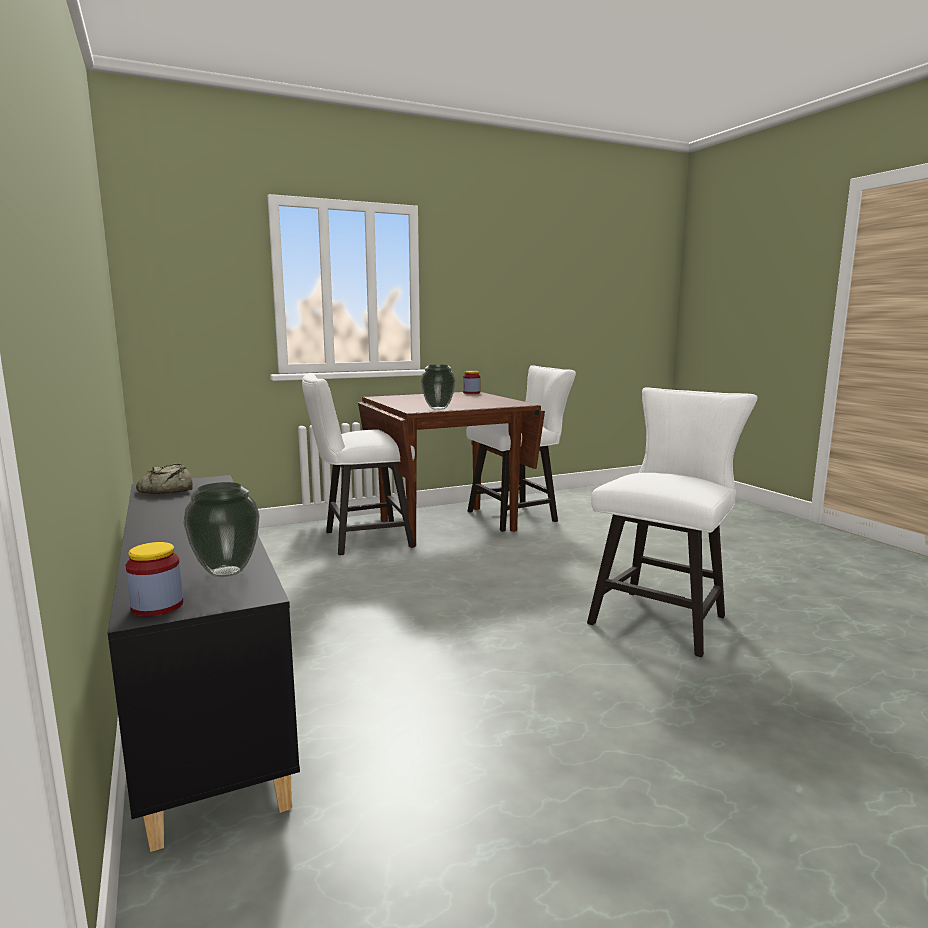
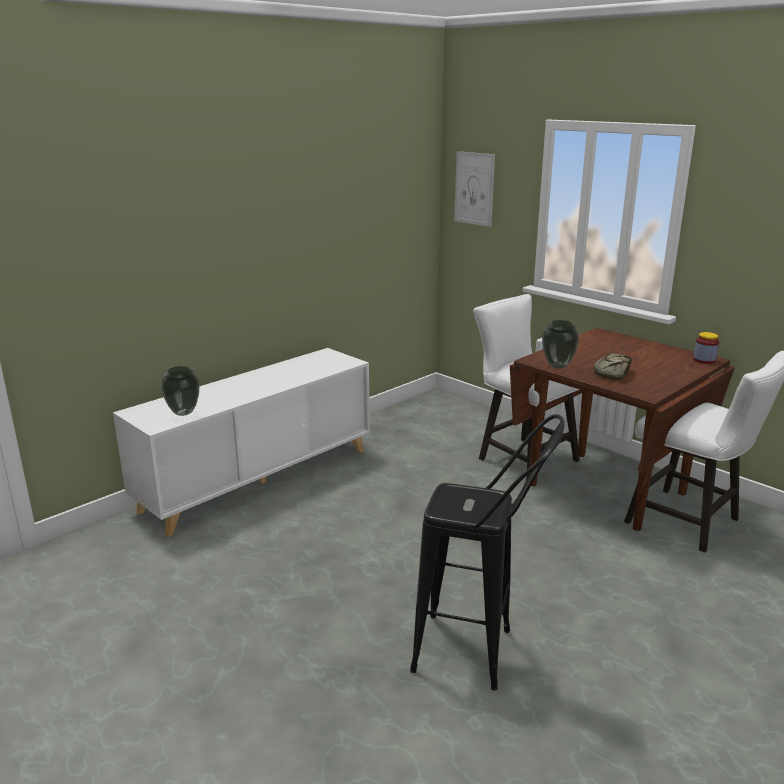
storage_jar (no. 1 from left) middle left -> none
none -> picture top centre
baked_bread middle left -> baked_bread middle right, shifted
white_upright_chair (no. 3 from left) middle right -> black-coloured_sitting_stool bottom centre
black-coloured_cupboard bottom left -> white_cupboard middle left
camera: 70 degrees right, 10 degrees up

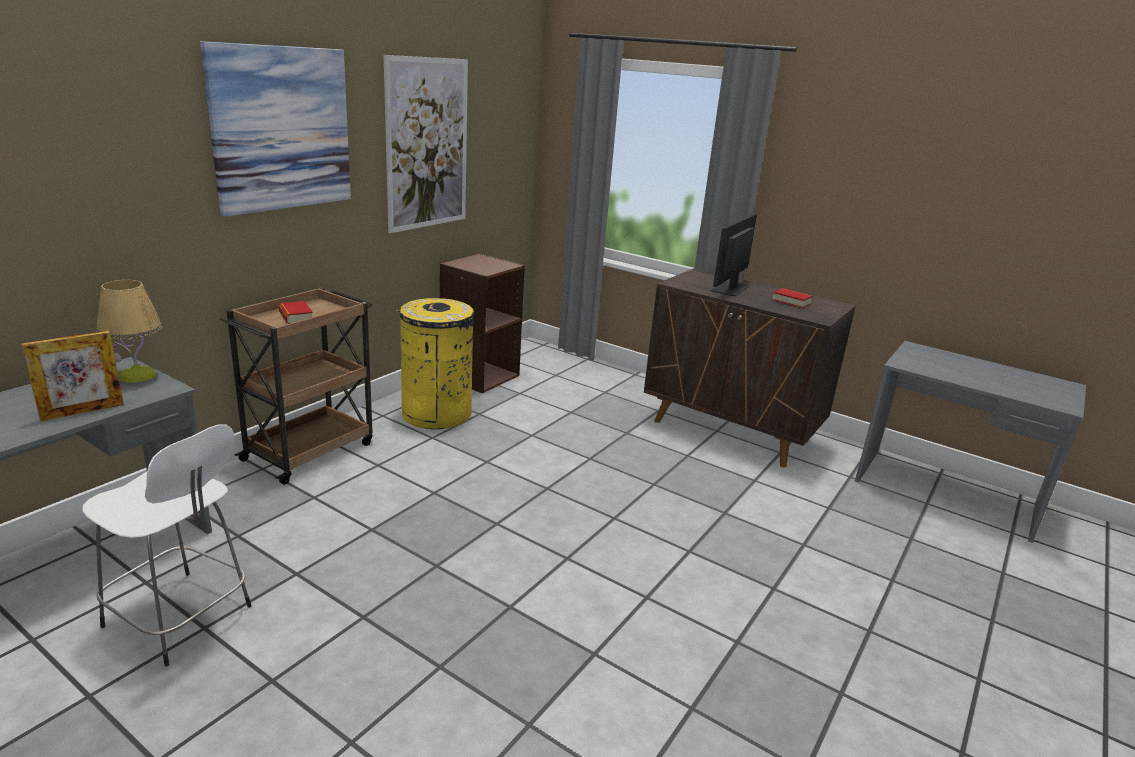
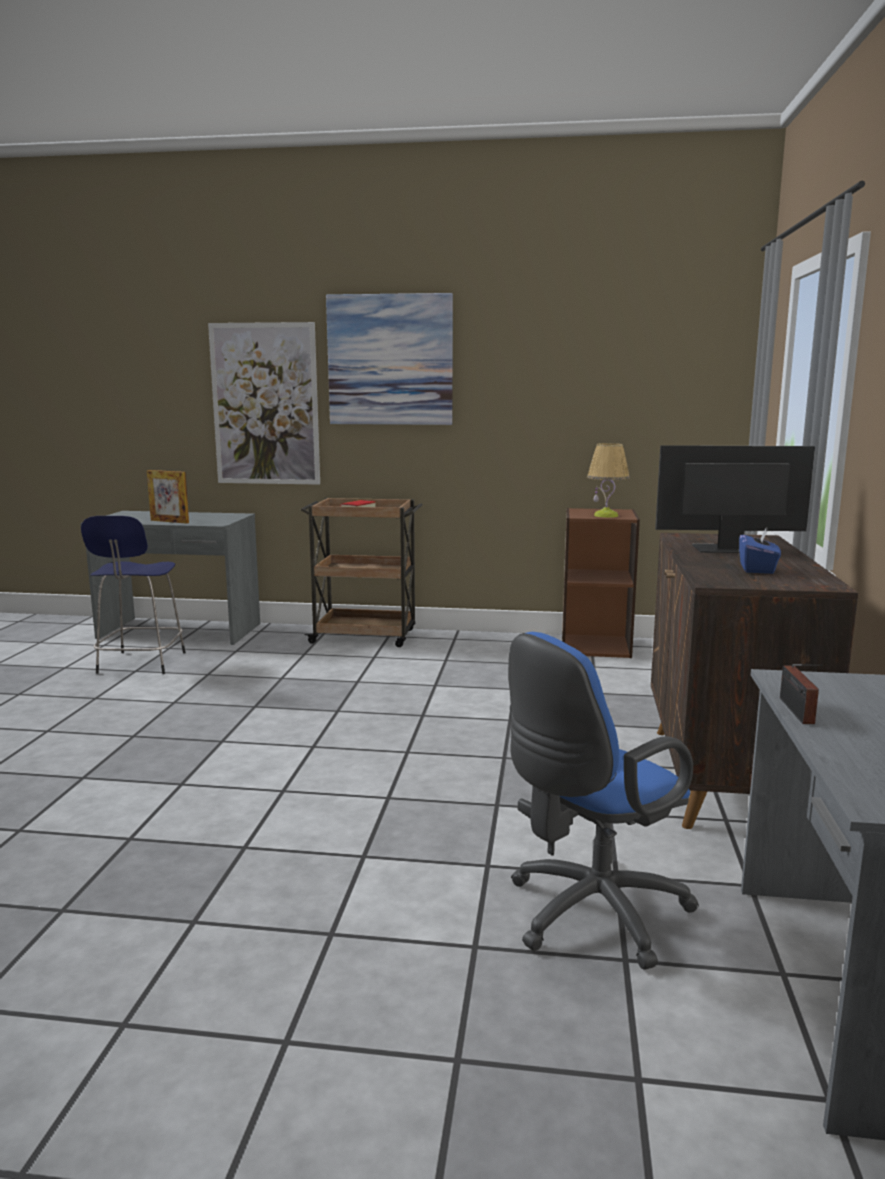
yellow_trash_can centre -> none
none -> bluish_office_chair bottom right
none -> radio_receiver middle right
tabletop_lamp middle left -> tabletop_lamp middle right, shifted
picture (no. 2 from left in the first image) top centre -> picture (no. 1 from left) middle left, shifted
book (no. 2 from left) middle right -> bluish_tissue_holder middle right
white_sitting_stool bottom left -> bluish_sitting_stool middle left
camera: 65 degrees right, 10 degrees down

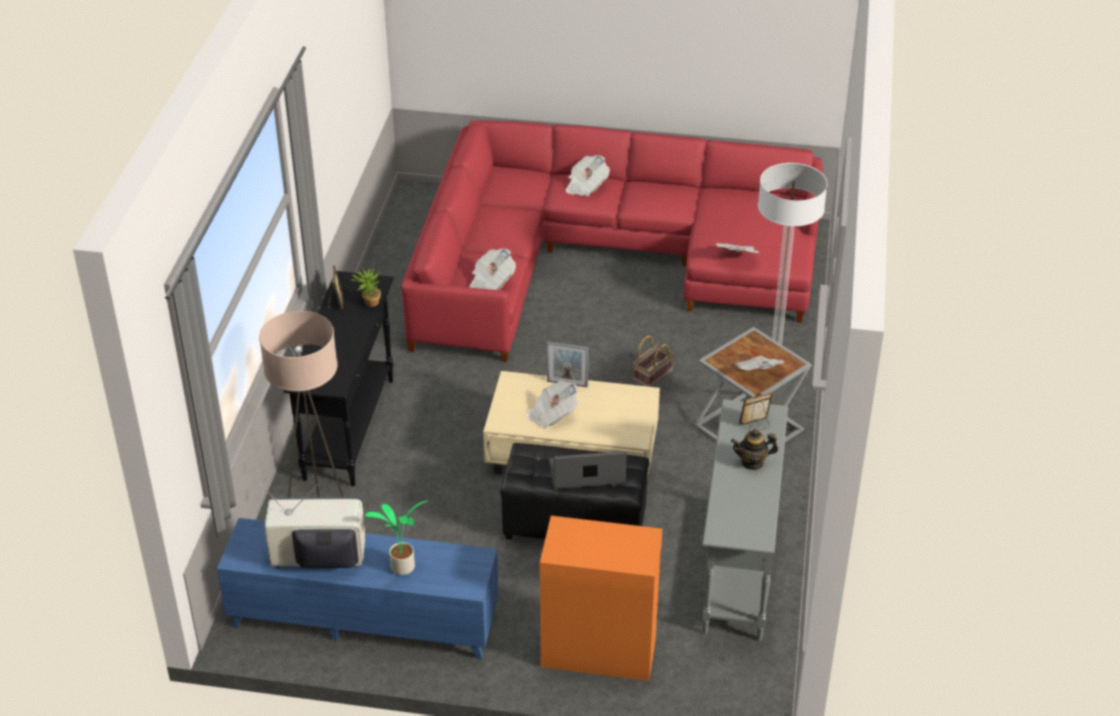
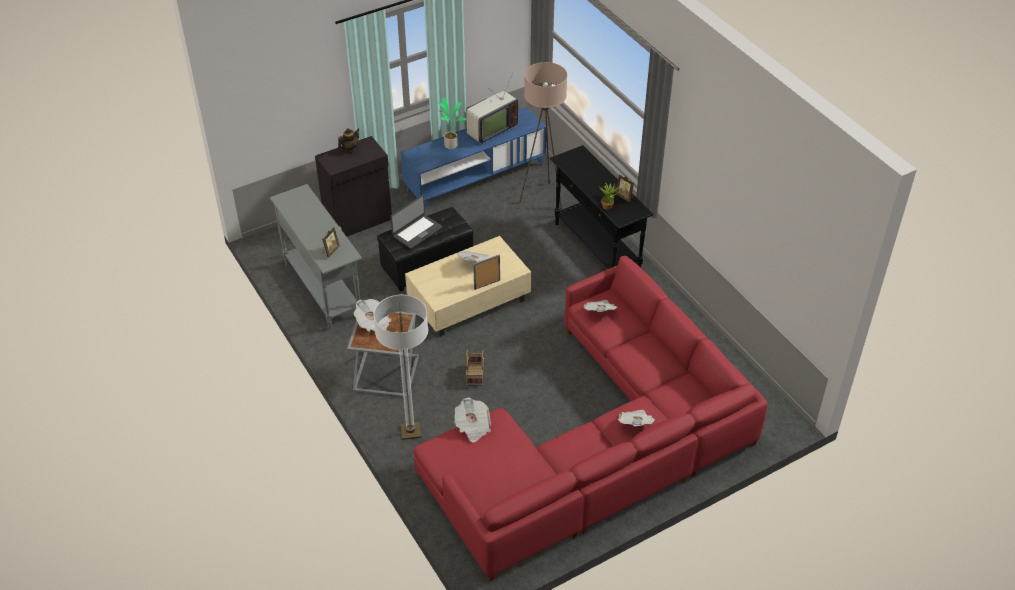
tea_pot middle right -> tea_pot top centre, shifted
orange_cupboard bottom centre -> black-coloured_cupboard top centre
camera: 140 degrees right, 5 degrees up

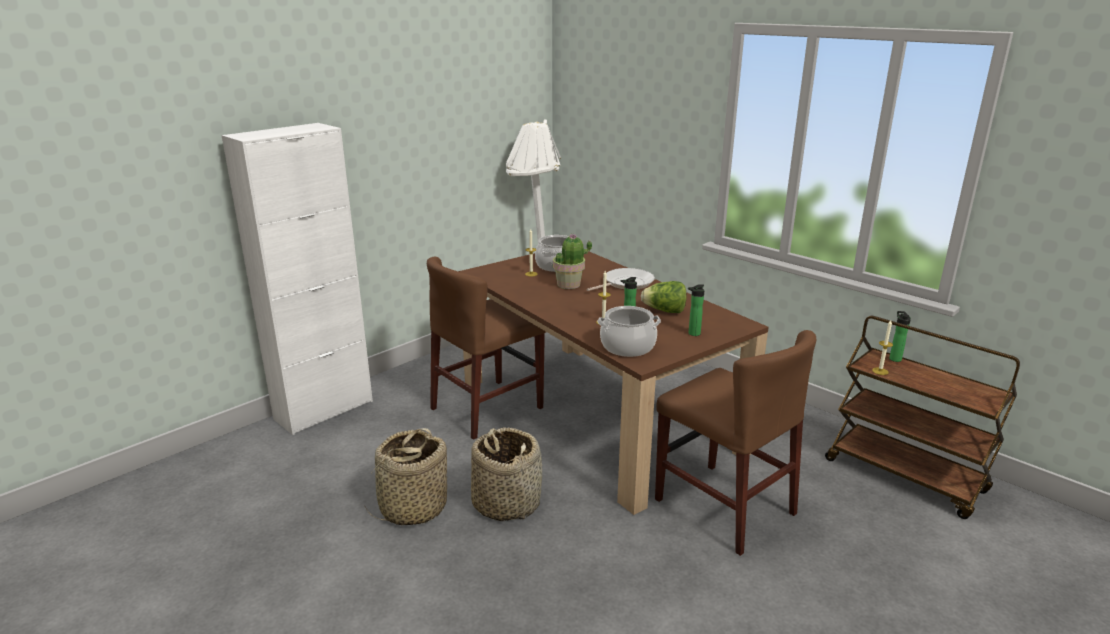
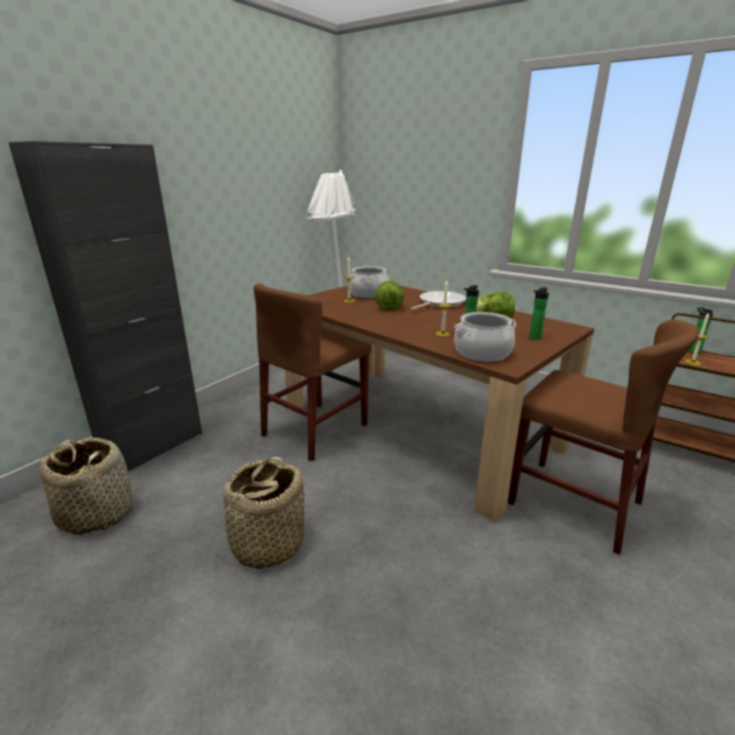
basket (no. 2 from left in the first image) bottom centre -> basket (no. 1 from left) middle left, shifted
houseplant centre -> head_of_lettuce (no. 1 from left) centre
white_cupboard middle left -> black-coloured_cupboard middle left
camera: 10 degrees left, 0 degrees up

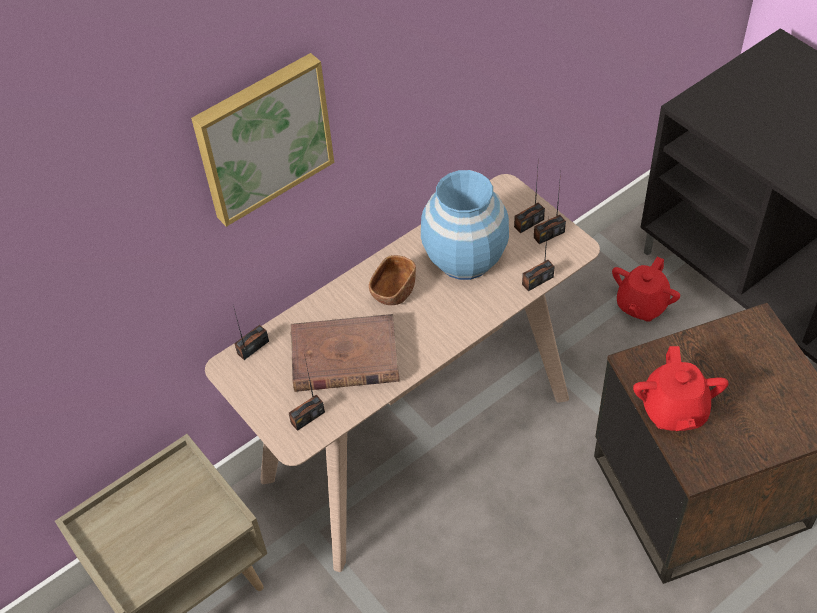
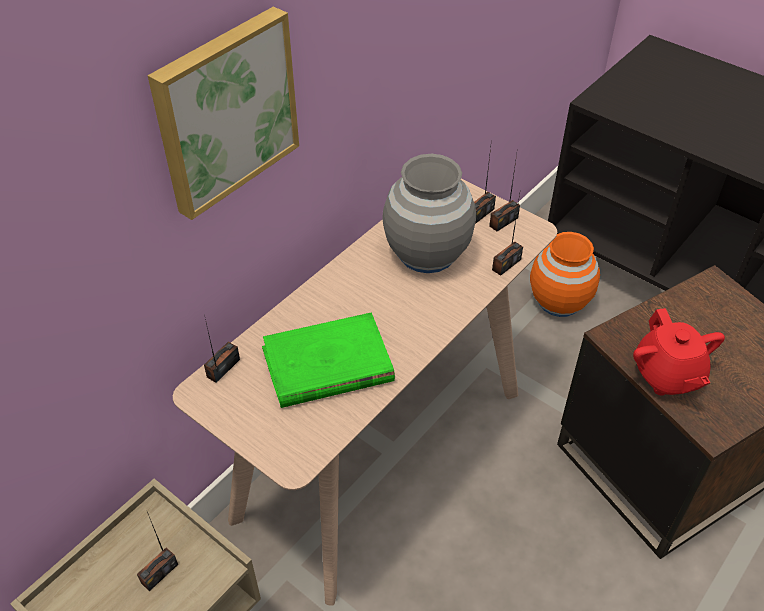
brownish_serving_bowl centre -> none
radio_receiver (no. 2 from left in the first image) centre -> radio_receiver (no. 1 from left) bottom left, shifted
reddish_tea_pot (no. 1 from left) middle right -> orange_decorative_vase middle right
brownish_book centre -> green-coloured_book centre
bluish_decorative_vase centre -> gray_decorative_vase centre
camera: 15 degrees left, 5 degrees down

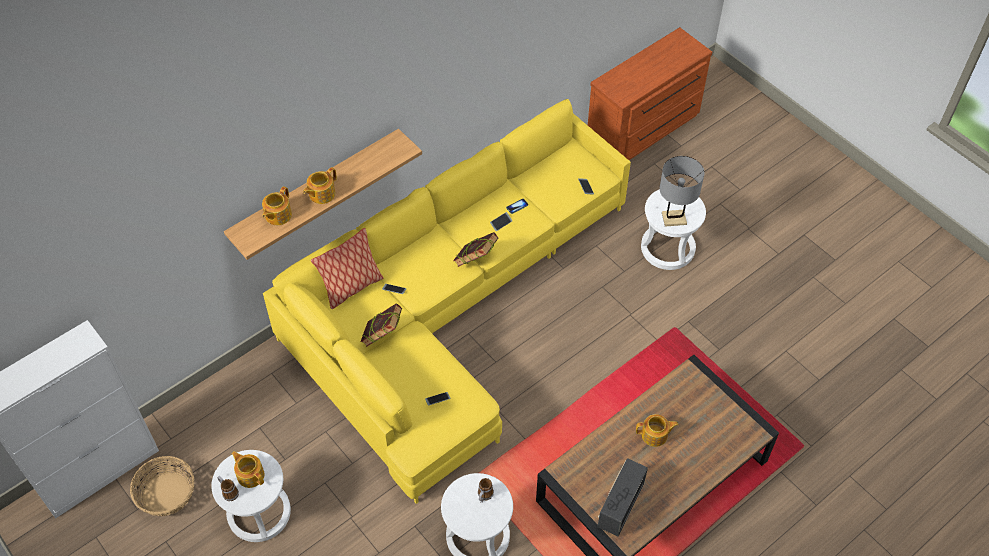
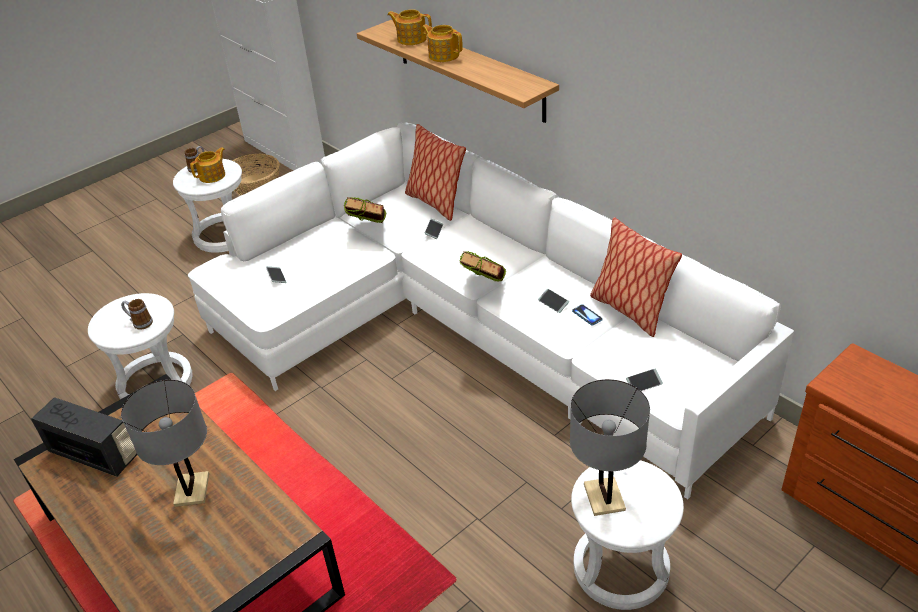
none -> pillow (no. 2 from left) middle right
tea_pot (no. 4 from left) bottom centre -> gray_tabletop_lamp (no. 1 from left) bottom left
yellow_settee centre -> white_settee centre
camera: 90 degrees right, 15 degrees down

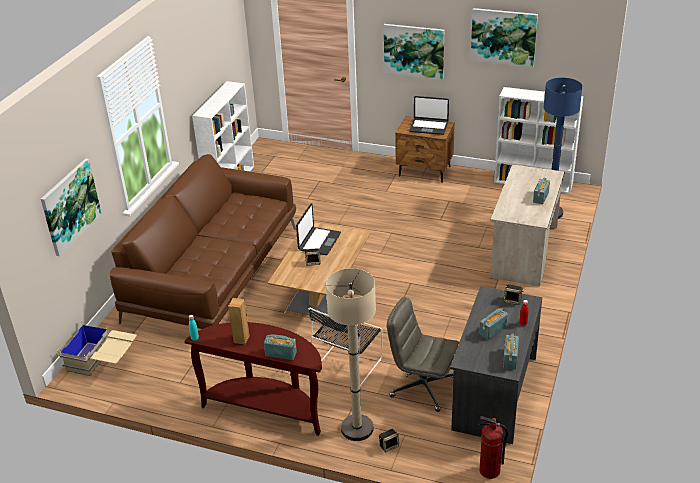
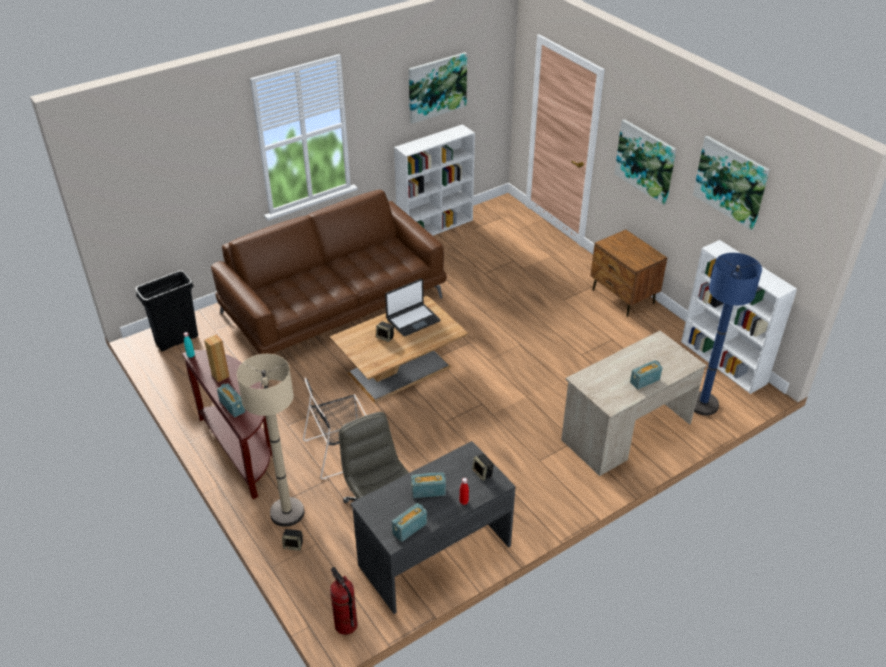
notebook_computer (no. 2 from left) top centre -> none
picture (no. 1 from left) middle left -> picture (no. 1 from left) top centre, shifted
beige-coloured_storage_box bottom left -> black-coloured_trash_can middle left
camera: 35 degrees right, 5 degrees up

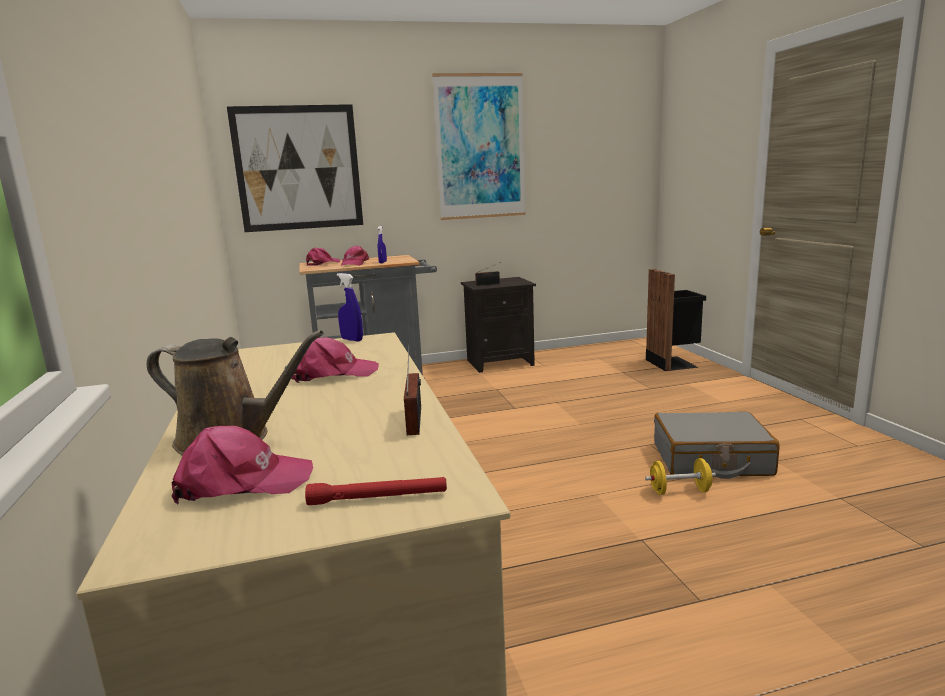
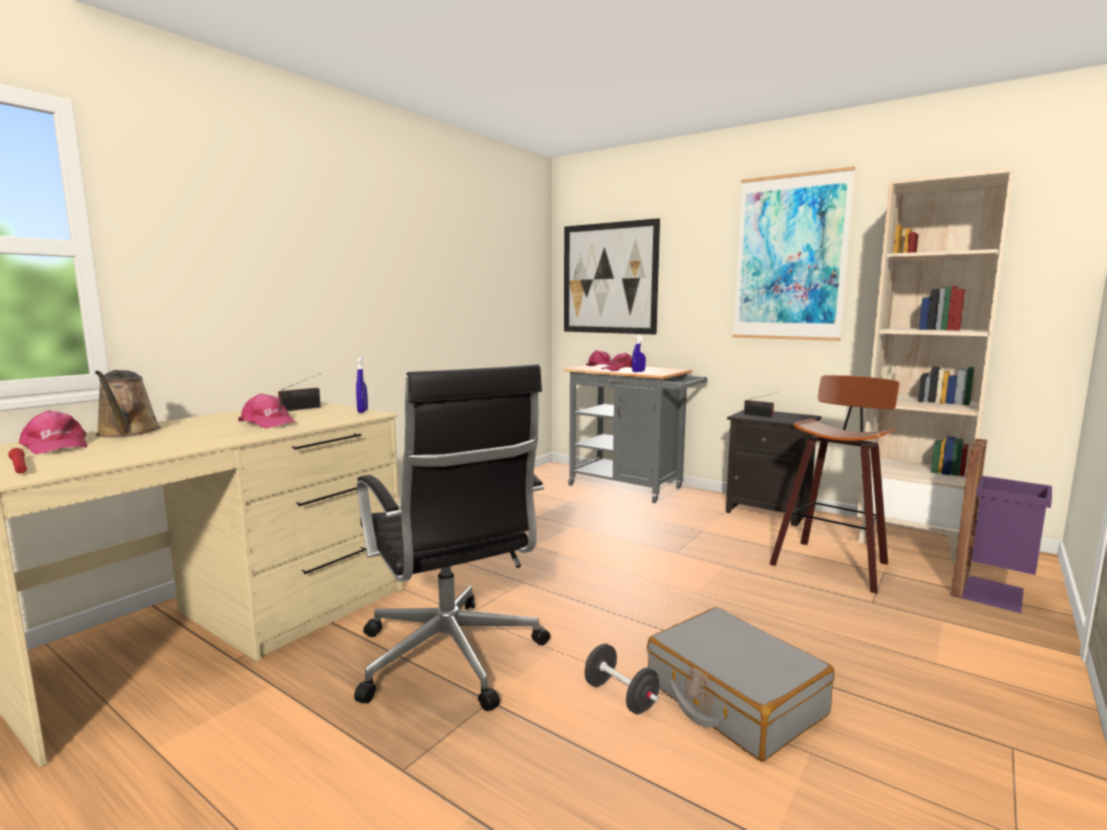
none -> black-coloured_office_chair centre
none -> sitting_stool middle right
none -> beige-coloured_bookcase middle right
radio_receiver (no. 1 from left) centre -> radio_receiver (no. 1 from left) middle left, shifted
yellow_hand_weight bottom right -> black-coloured_hand_weight bottom centre
black-coloured_trash_can middle right -> purple_trash_can middle right
camera: 50 degrees right, 5 degrees down

